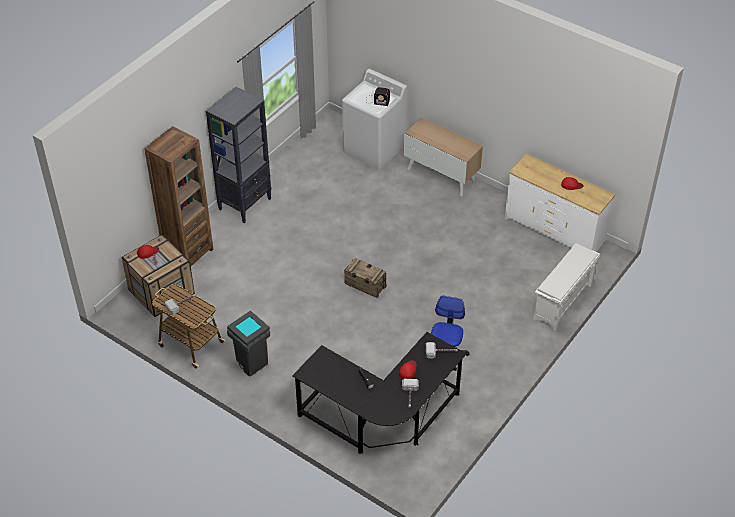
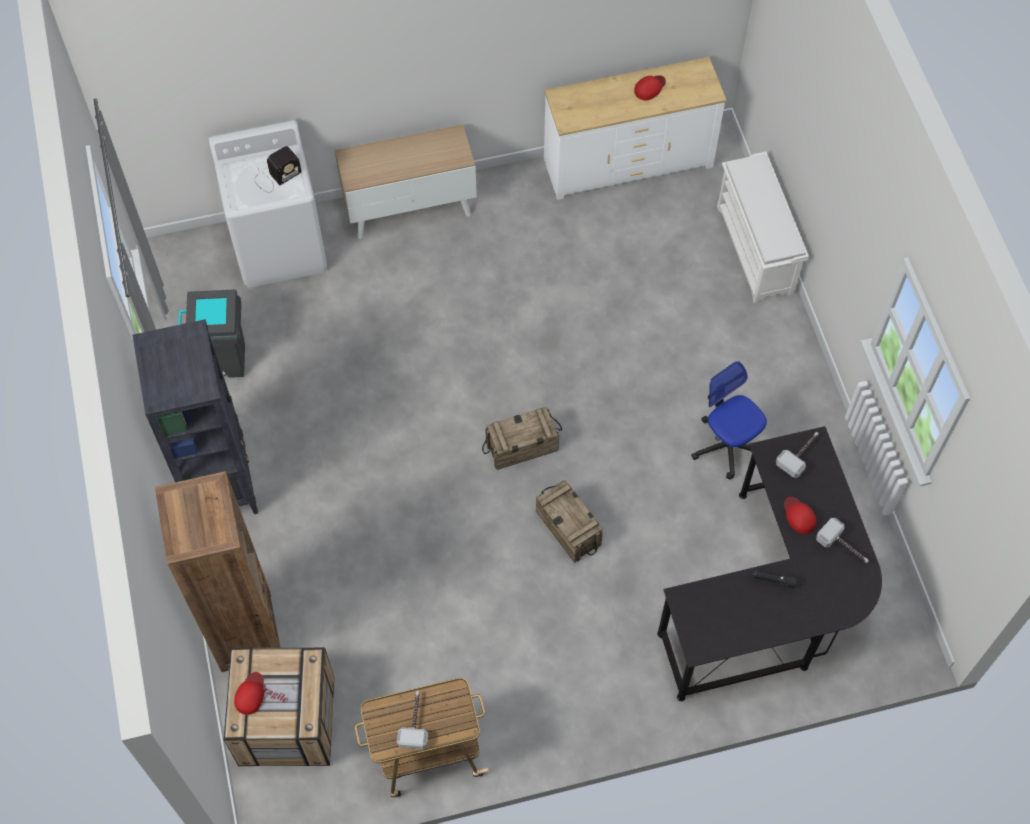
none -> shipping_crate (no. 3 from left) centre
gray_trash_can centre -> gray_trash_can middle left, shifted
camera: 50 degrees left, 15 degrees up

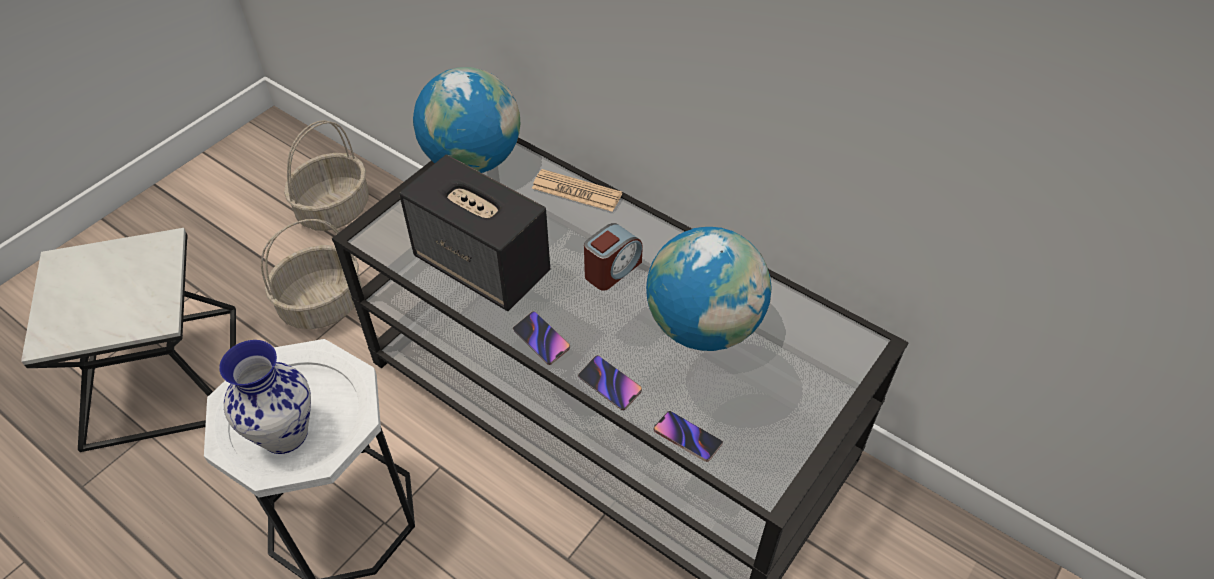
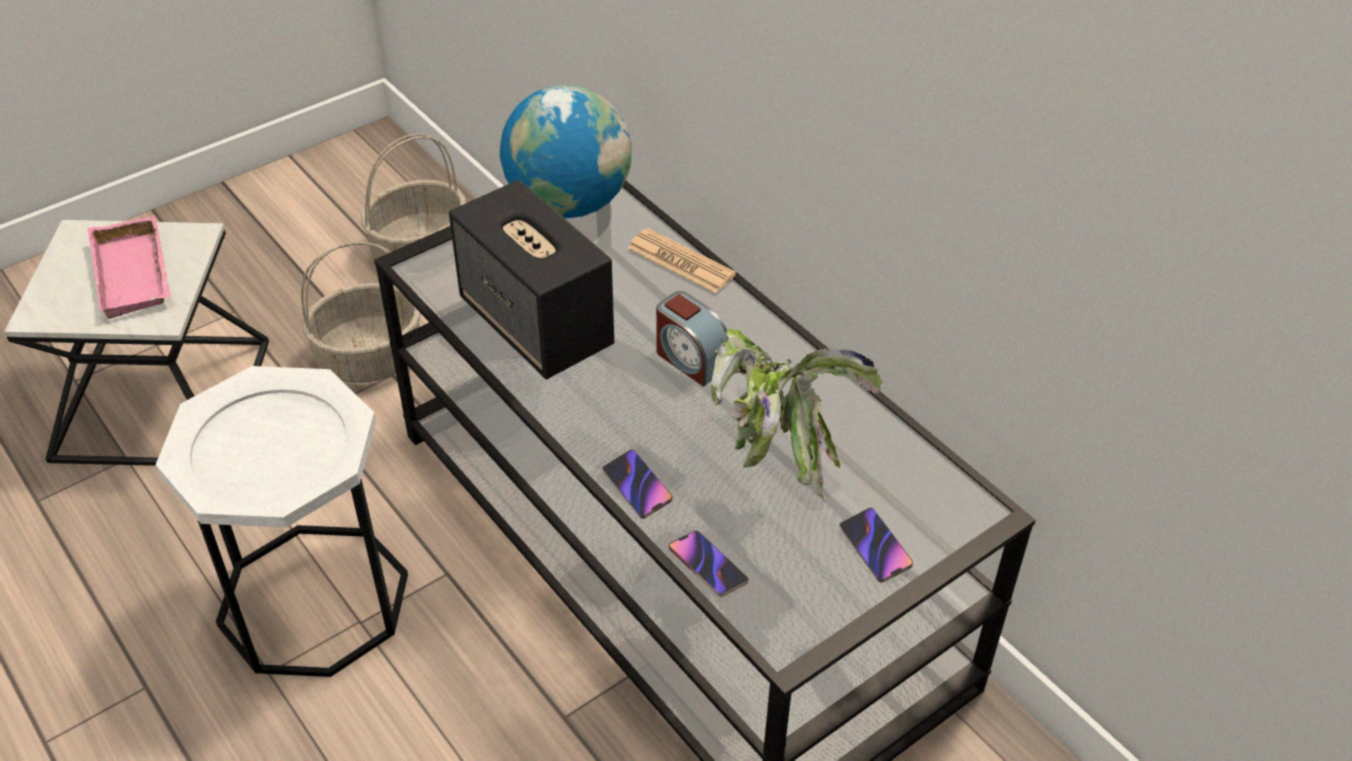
decorative_vase bottom left -> none
none -> pinkish_tray middle left
phone (no. 1 from left in the first image) centre -> phone (no. 3 from left) bottom centre, shifted
globe (no. 2 from left) centre -> houseplant centre
alarm_clock centre, 75 degrees clockwise
camera: 15 degrees right, 5 degrees down

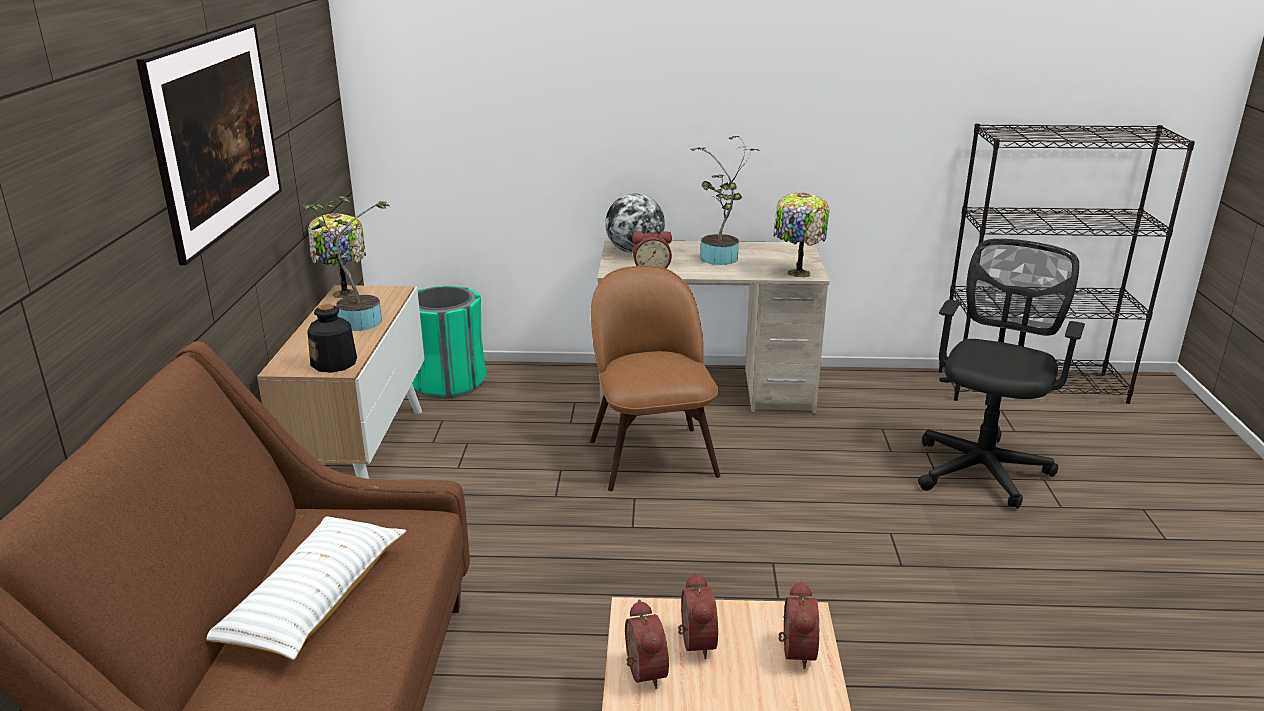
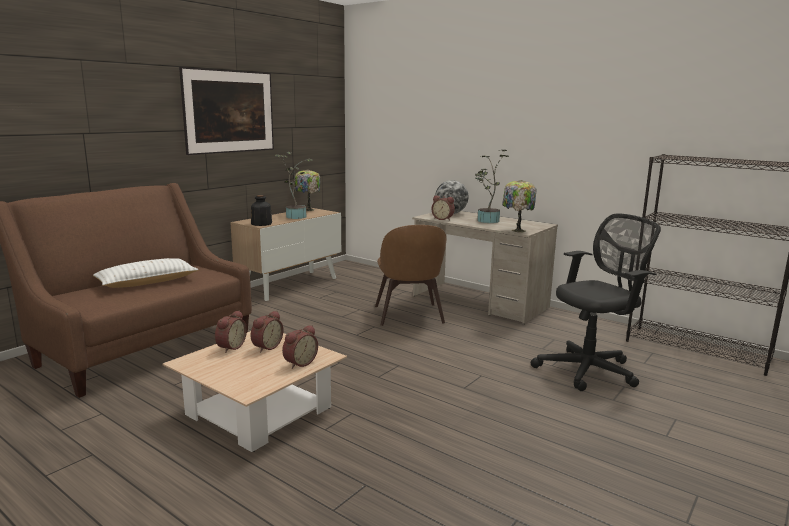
green-coloured_trash_can centre -> none
brownish_upright_chair centre, 150 degrees clockwise
camera: 35 degrees right, 10 degrees down

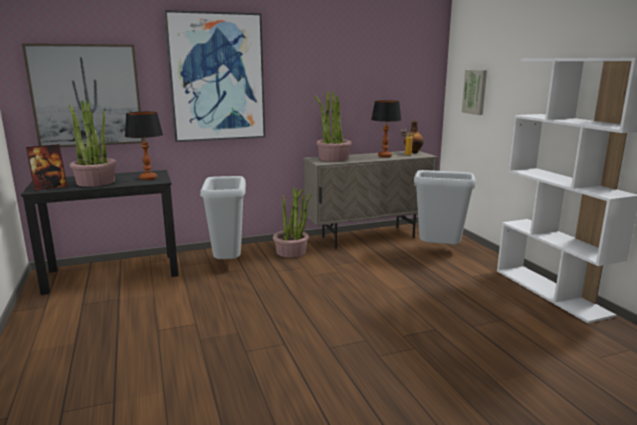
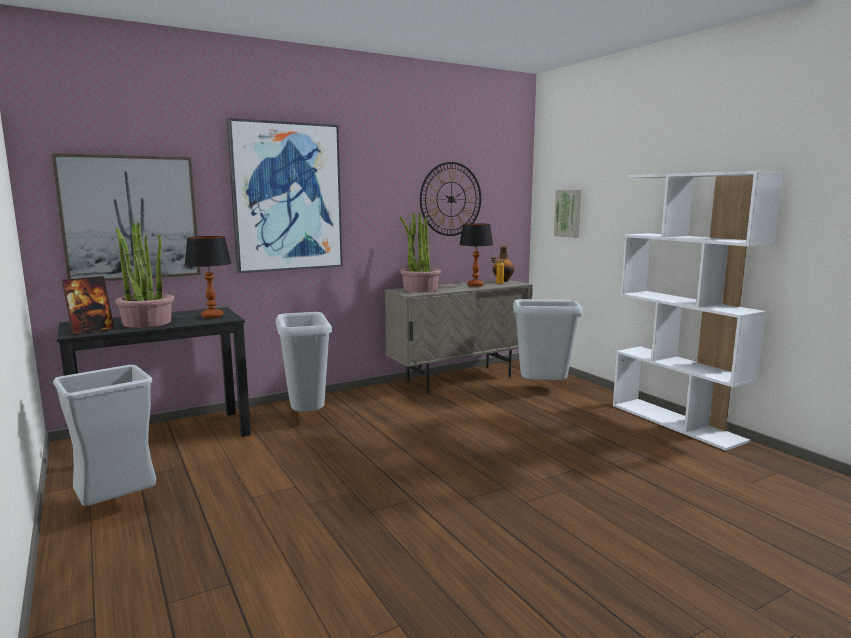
houseplant (no. 2 from left) centre -> none
none -> gray_trash_can (no. 1 from left) bottom left
none -> wall_clock top centre
camera: 10 degrees left, 5 degrees down

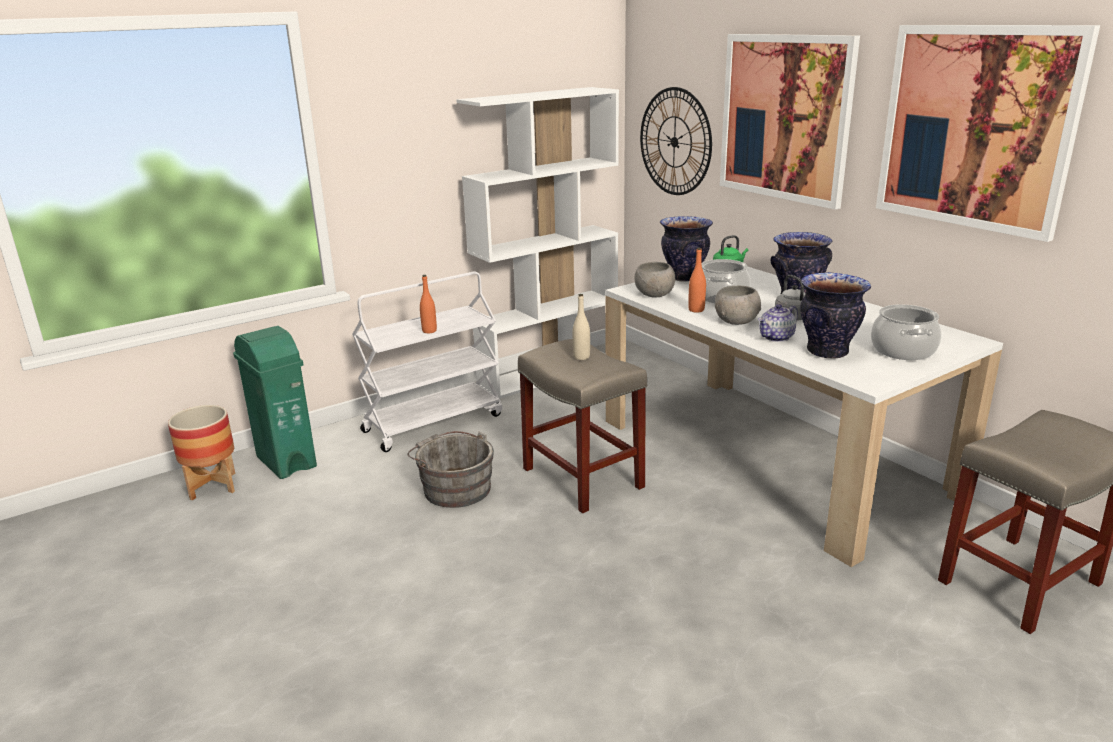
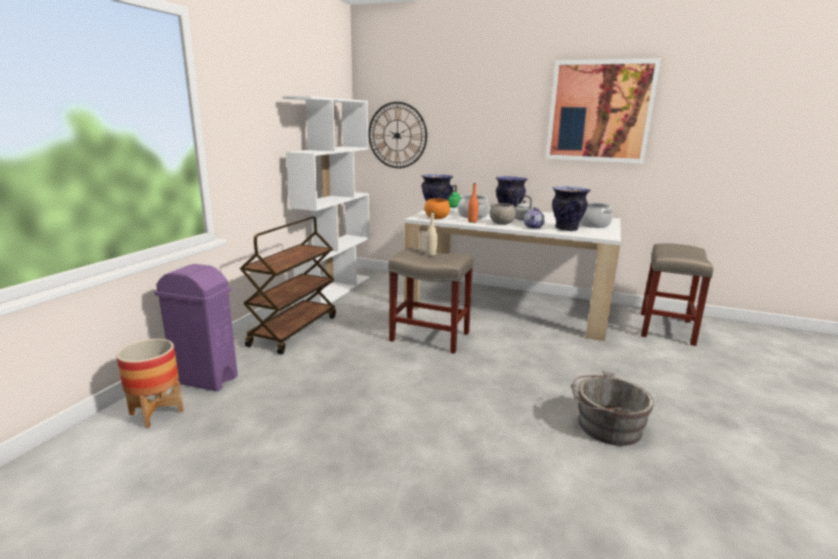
orange_bottle (no. 1 from left) centre -> none
picture (no. 1 from left) top right -> none
gray_bucket centre -> gray_bucket bottom right, shifted
green-coloured_trash_can middle left -> purple_trash_can middle left
white_wheeled_cart centre -> brownish_wheeled_cart centre
gray_serving_bowl (no. 1 from left) centre -> orange_serving_bowl centre
camera: 35 degrees left, 5 degrees down

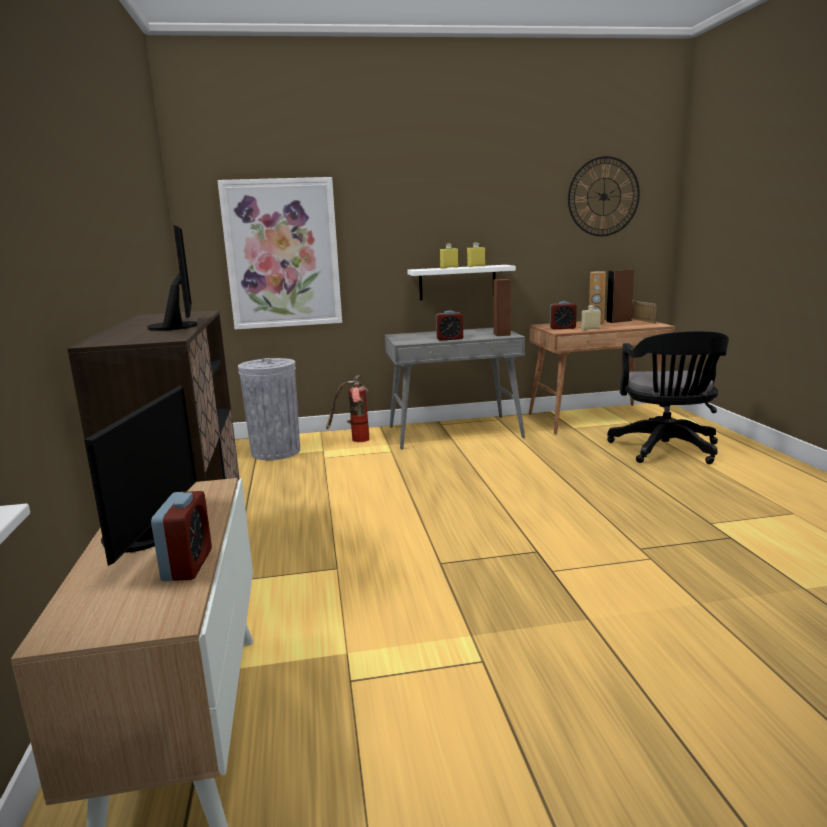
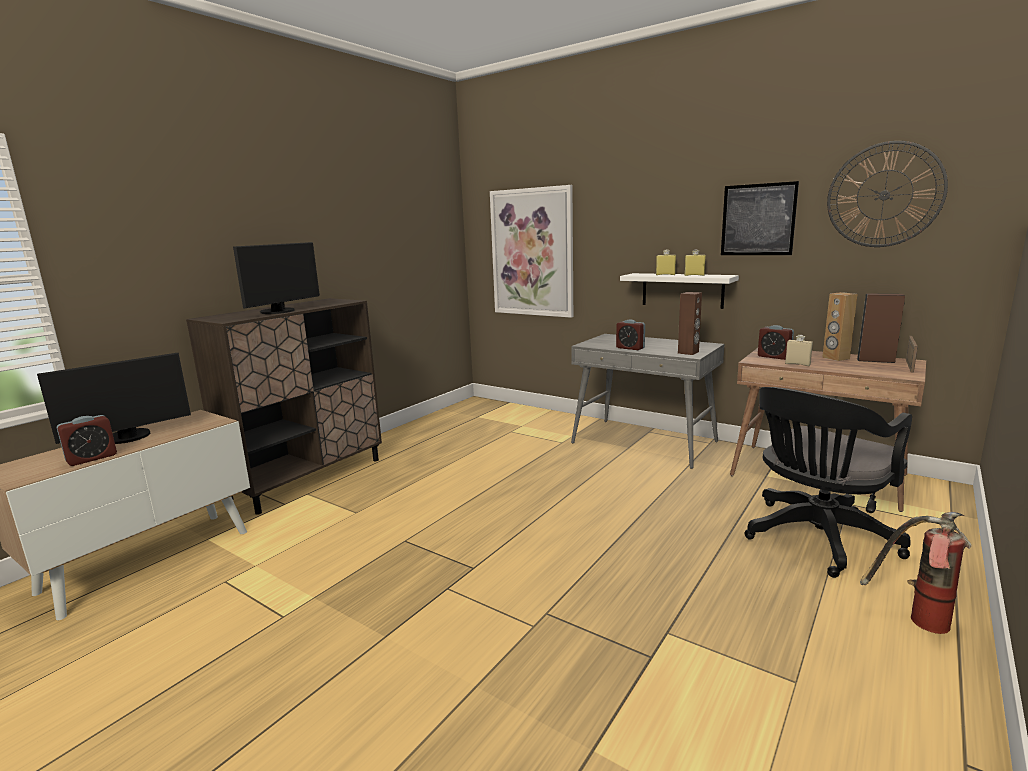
gray_trash_can middle left -> none
none -> picture (no. 2 from left) top right
fire_extinguisher centre -> fire_extinguisher bottom right, shifted
camera: 45 degrees right, 0 degrees up

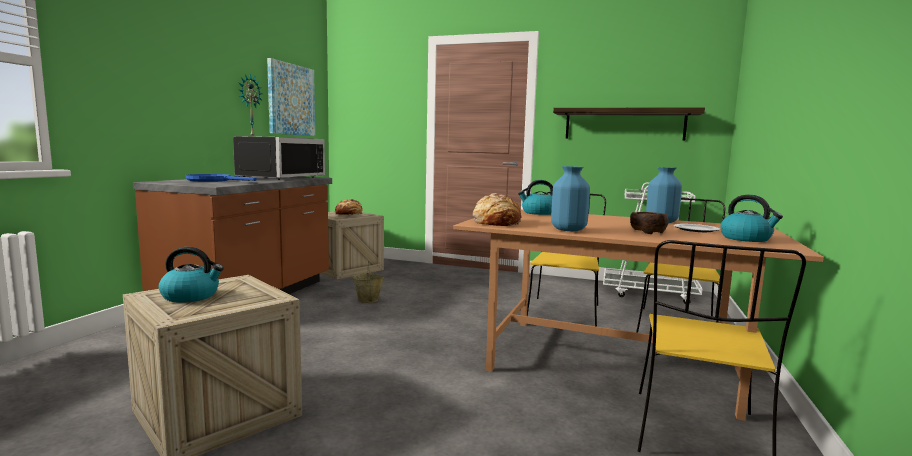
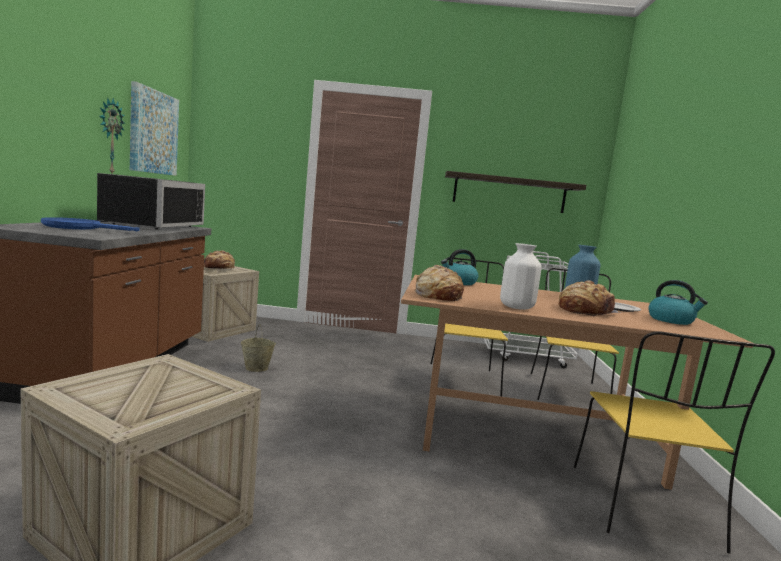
tea_kettle (no. 1 from left) middle left -> none
brownish_serving_bowl middle right -> baked_bread (no. 3 from left) middle right
bluish_decorative_vase (no. 1 from left) centre -> white_decorative_vase middle right
camera: 15 degrees left, 0 degrees up

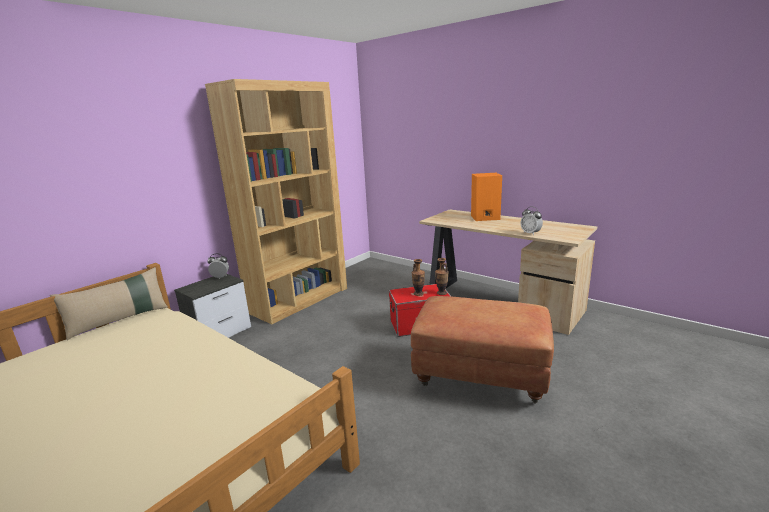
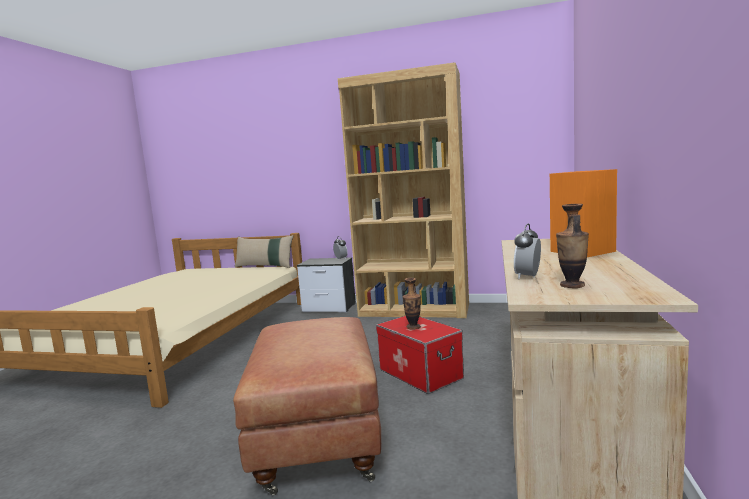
decorative_vase (no. 2 from left) centre -> decorative_vase (no. 2 from left) middle right, shifted
camera: 65 degrees right, 10 degrees down

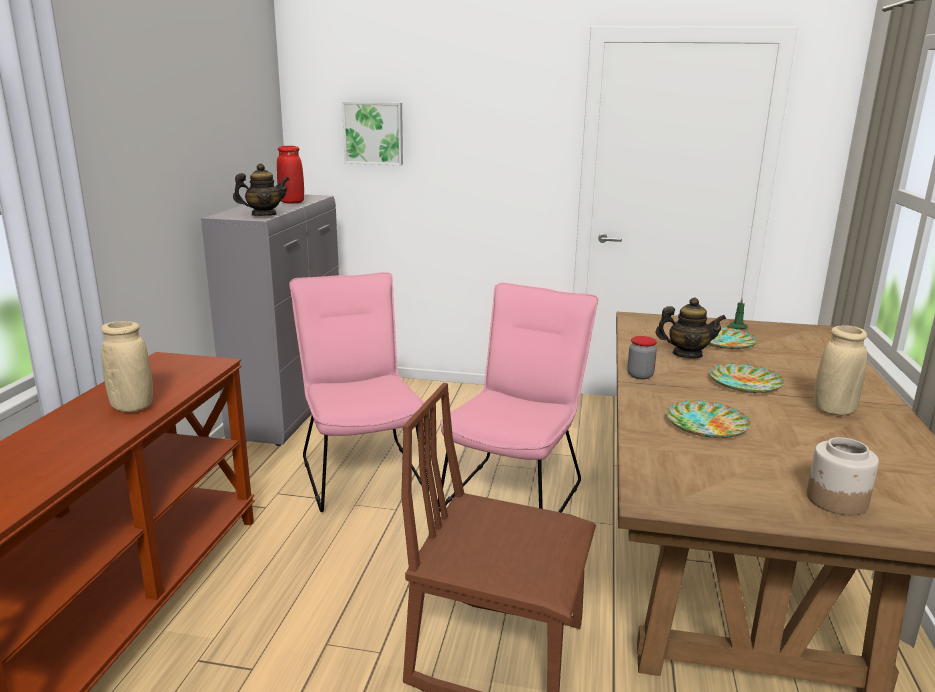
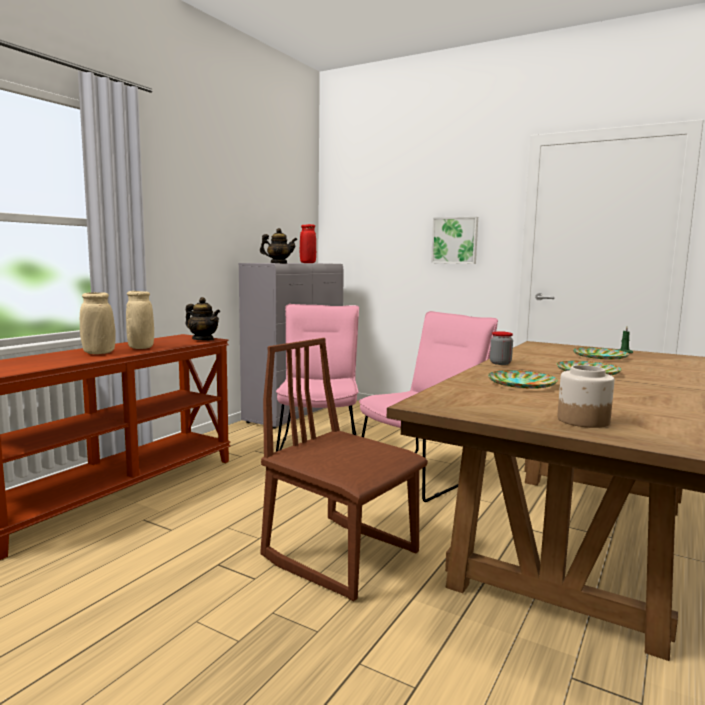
picture top centre -> picture centre, shifted
tea_pot (no. 2 from left in the first image) middle right -> tea_pot (no. 1 from left) middle left, shifted
beige-coloured_decorative_vase (no. 2 from left in the first image) middle right -> beige-coloured_decorative_vase (no. 1 from left) middle left, shifted
camera: 20 degrees right, 10 degrees down

